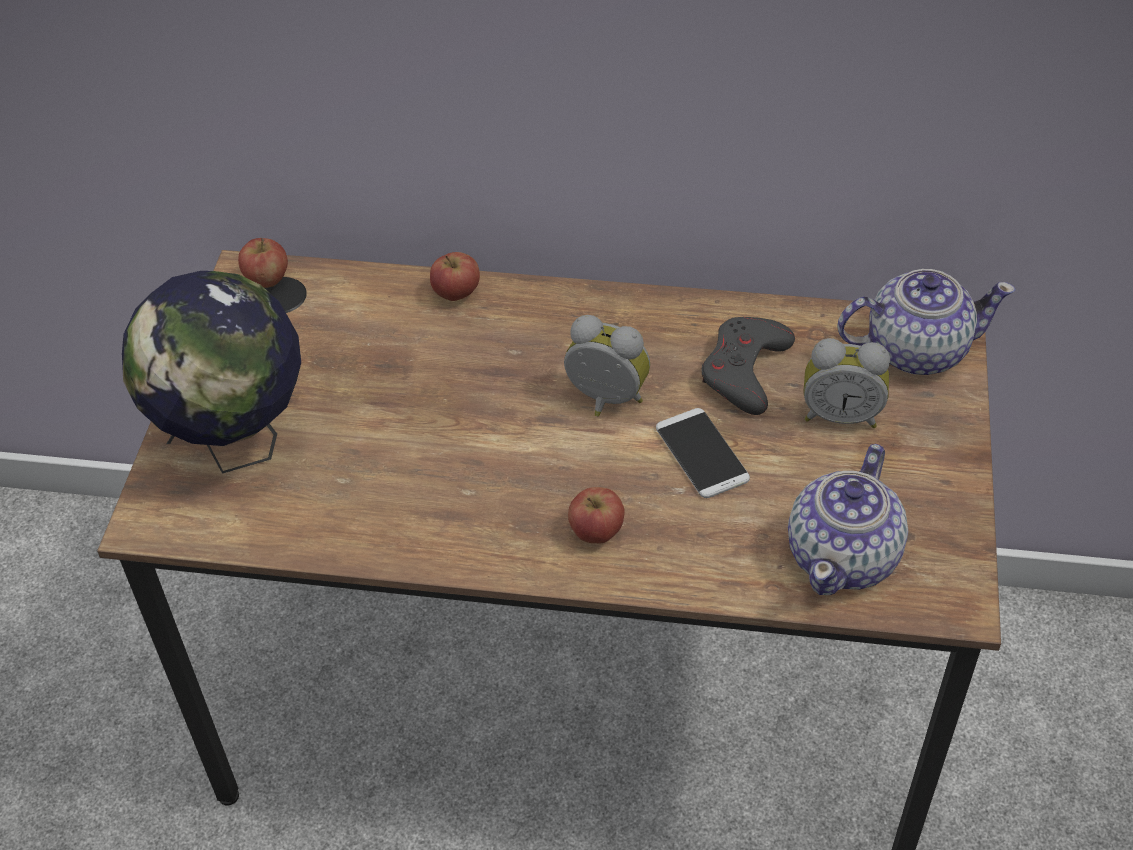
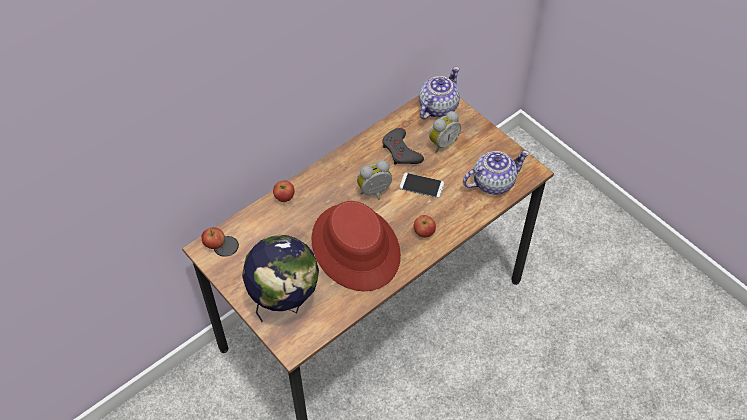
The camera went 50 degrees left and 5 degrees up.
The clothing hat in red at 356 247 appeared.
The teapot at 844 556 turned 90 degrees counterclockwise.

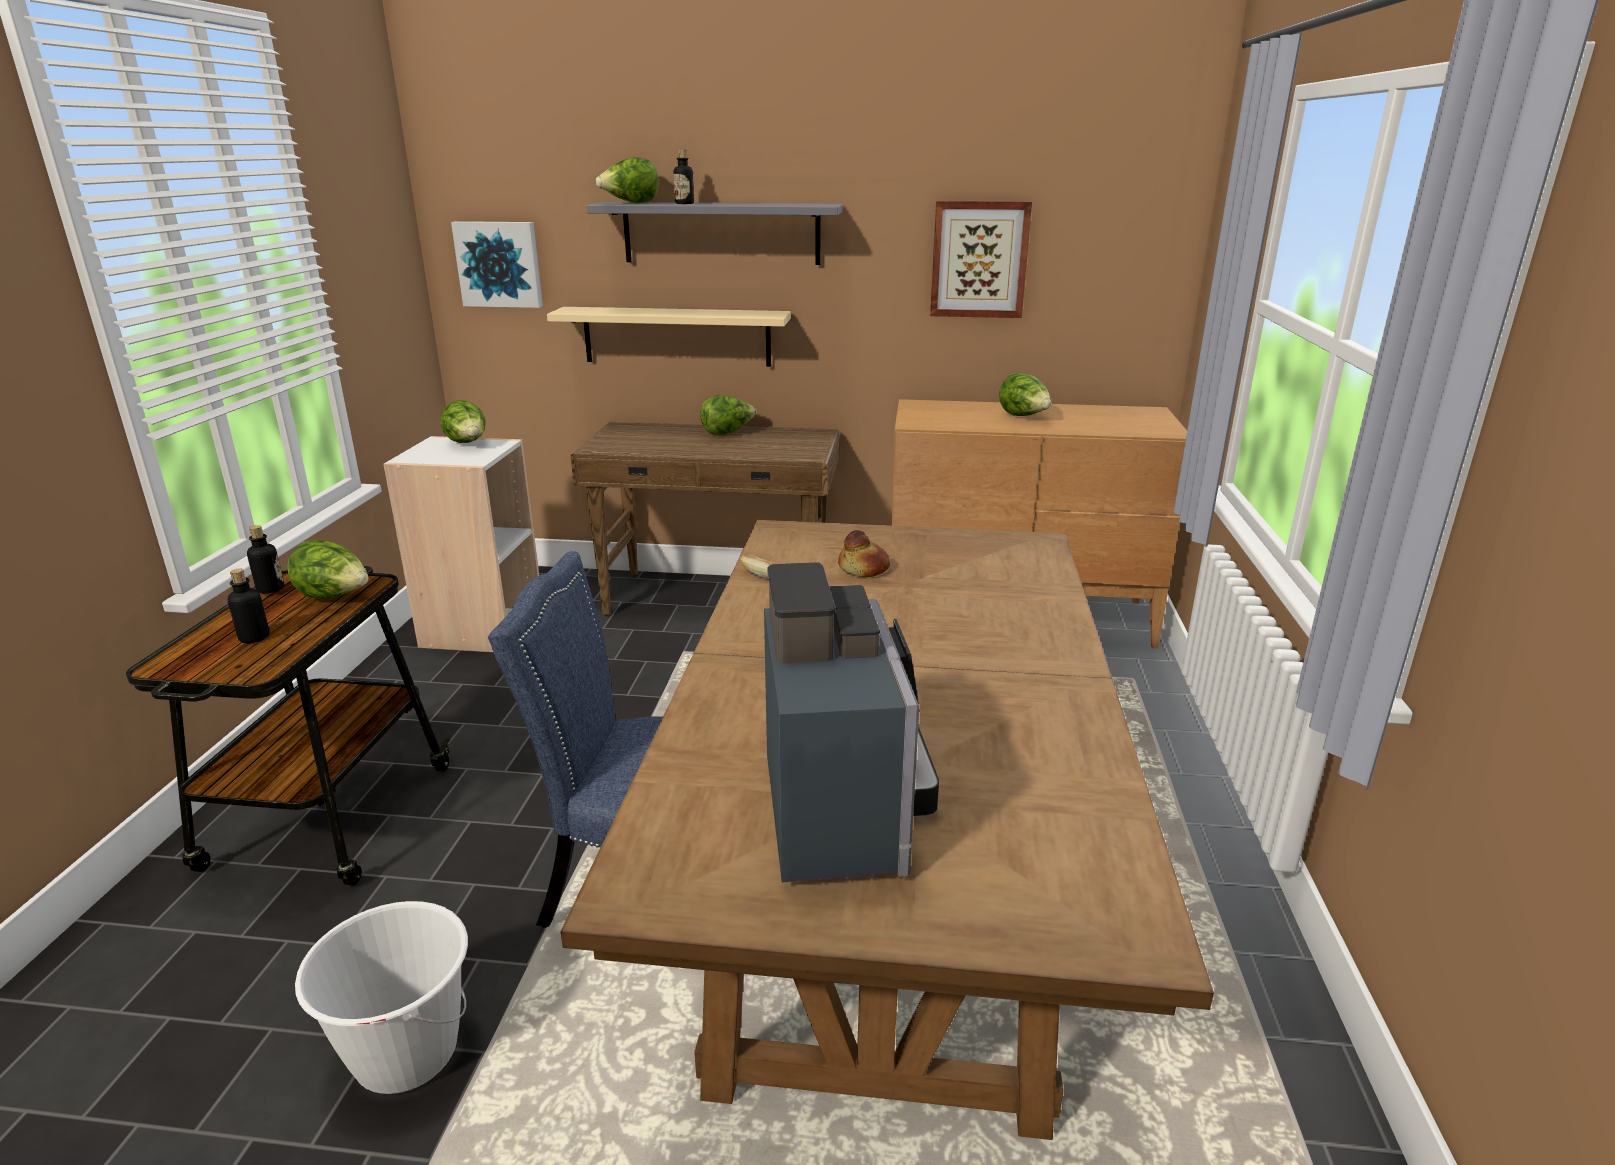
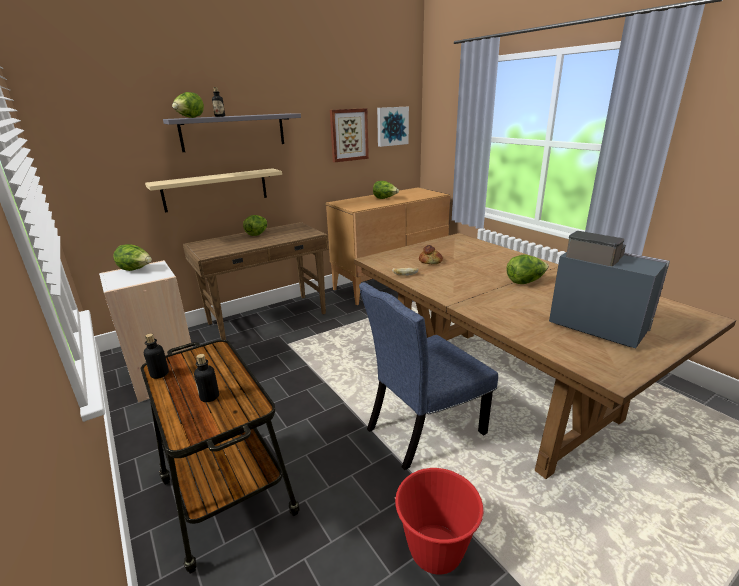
The camera went 40 degrees left and 0 degrees up.
The picture moved from 499 264 to 392 126.
The water bucket in white at 406 1054 became the water bucket in red at 435 550.
The lettuce moved from 335 597 to 525 282.

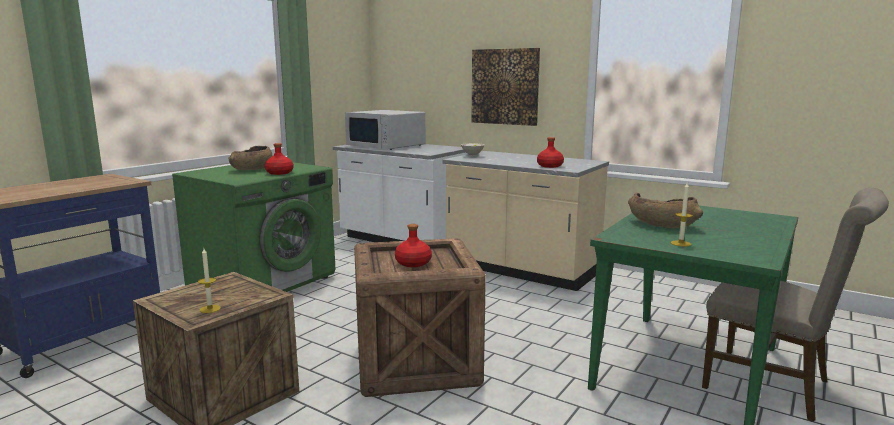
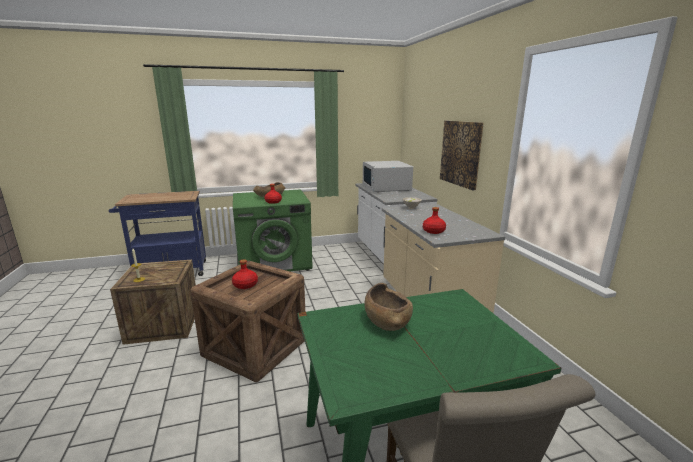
The camera went 40 degrees right and 5 degrees up.
The wax candle at 680 243 disappeared.

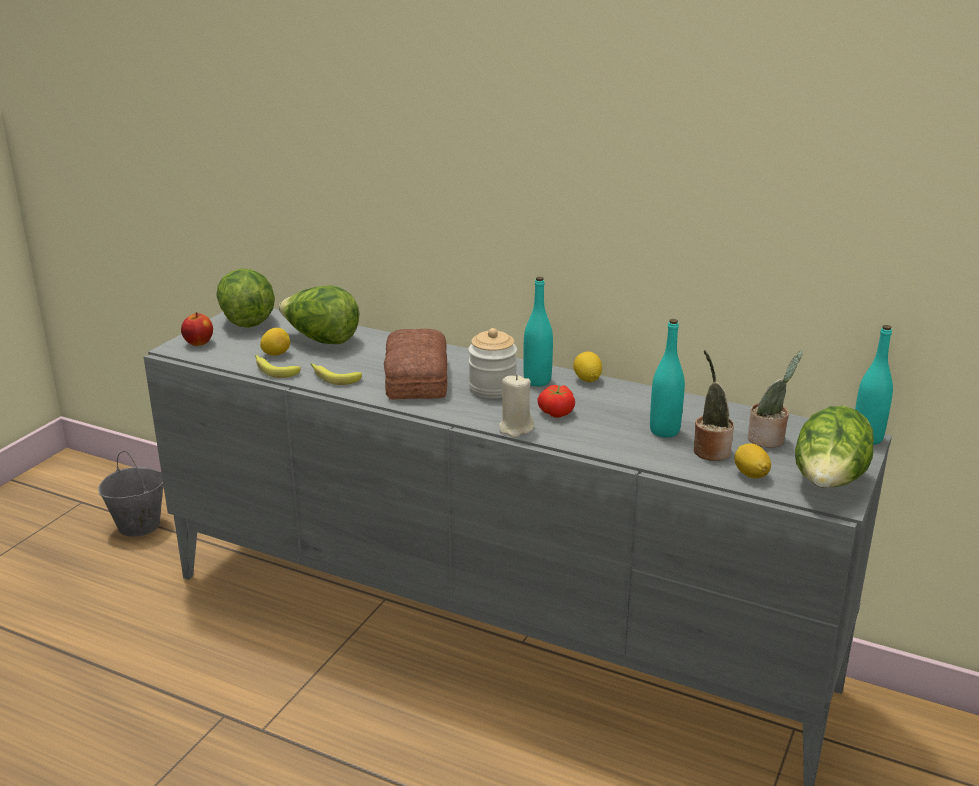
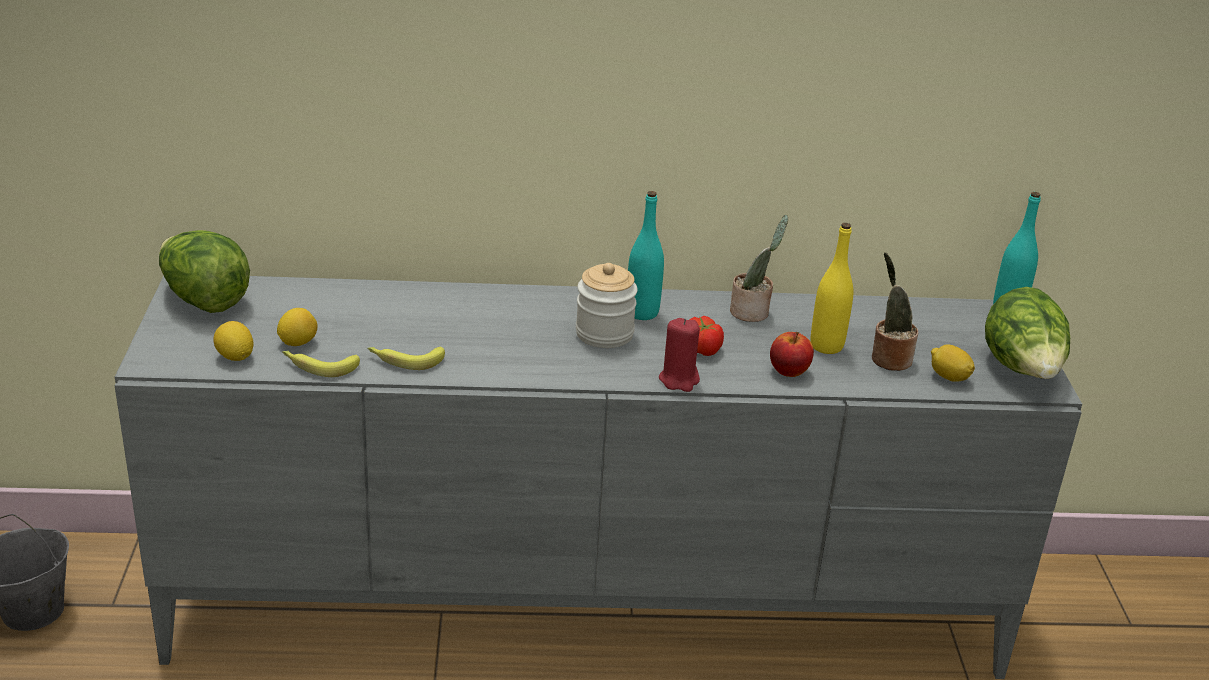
The camera went 30 degrees left and 5 degrees up.
The citrus fruit moved from 587 380 to 235 357.
The wax candle in beige-coloured at 515 428 became the wax candle in red at 679 380.
The houseplant moved from 768 439 to 752 312.
The apple moved from 198 343 to 788 371.
The drink bottle in turquoise at 664 431 became the drink bottle in yellowish at 826 346.
The lettuce at 321 340 disappeared.
The bakery bread at 414 377 disappeared.

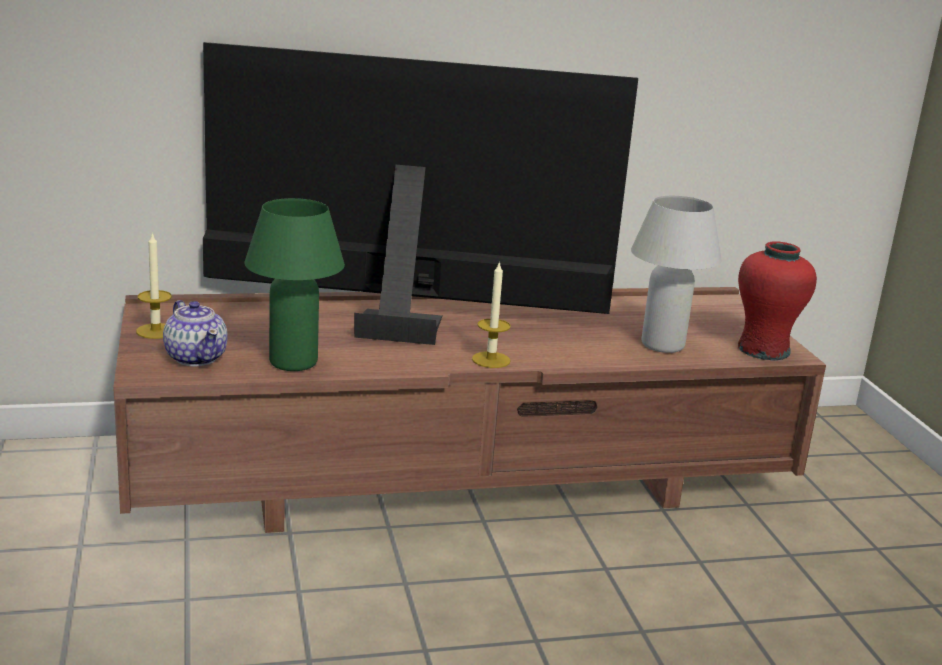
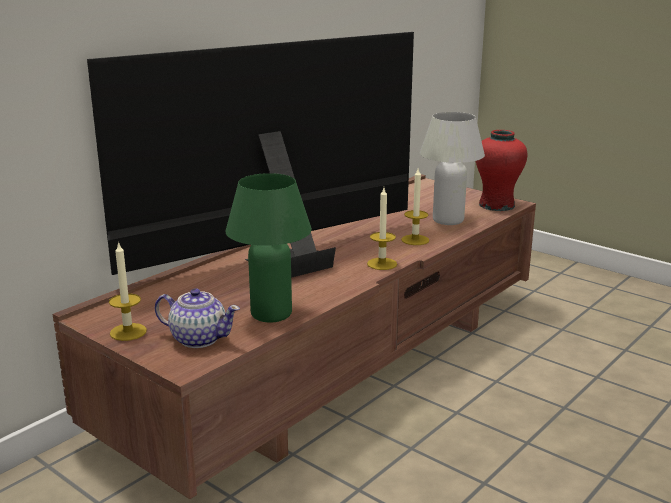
The camera went 35 degrees left and 0 degrees up.
The wax candle at 415 240 appeared.

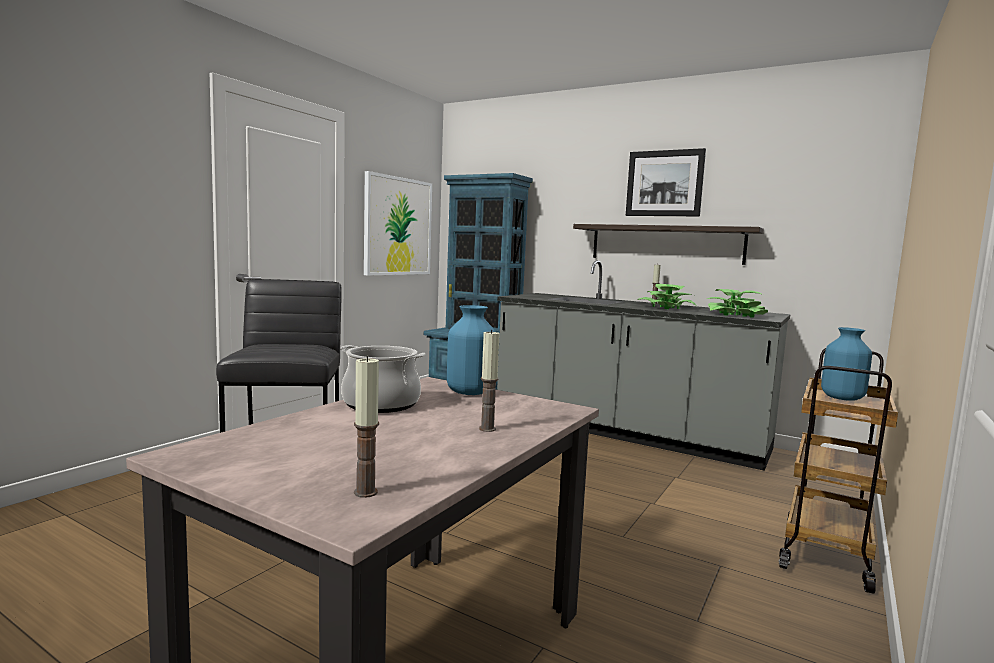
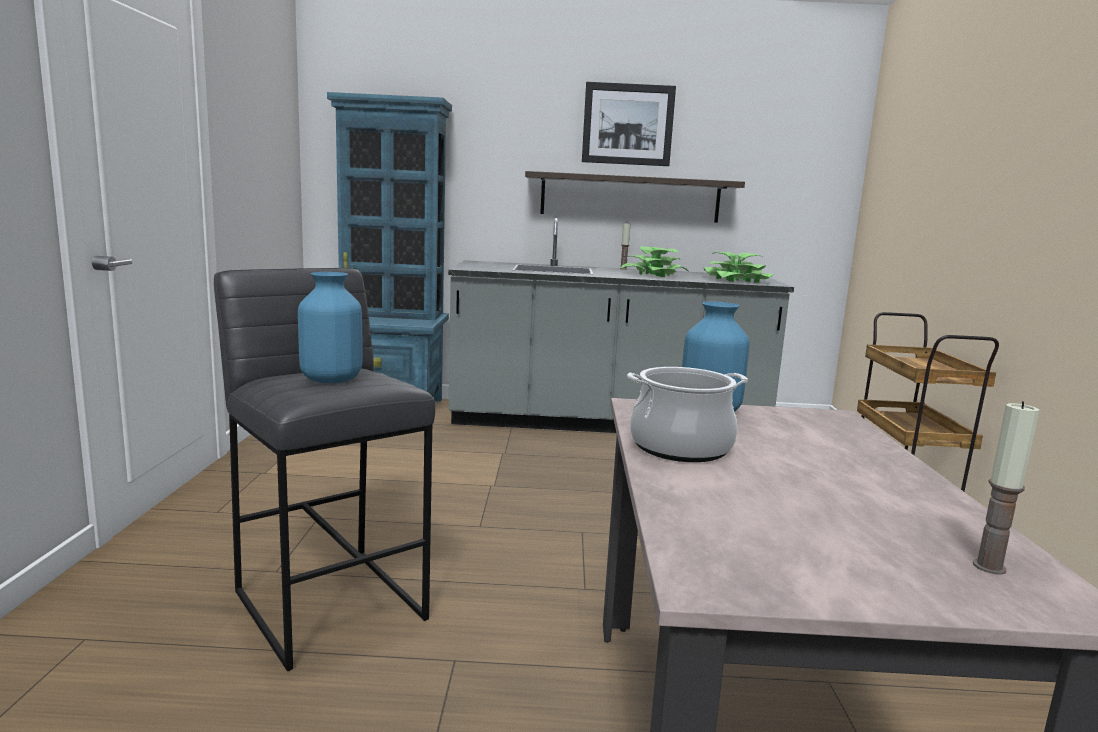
The camera went 30 degrees left and 5 degrees up.
The flower vase in blue moved from 842 398 to 332 379.
The picture at 398 226 disappeared.
The wax candle at 487 429 disappeared.

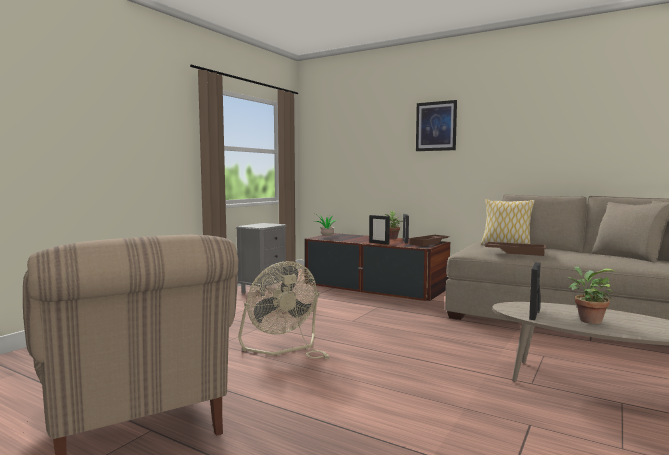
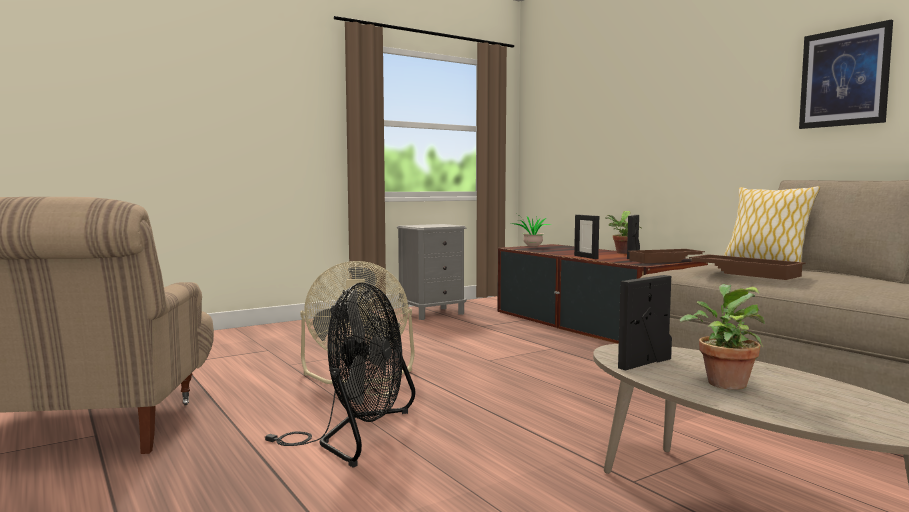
The camera went 25 degrees right and 0 degrees up.
The cooling fan in black-coloured at 353 436 appeared.
The picture moved from 436 126 to 844 77.

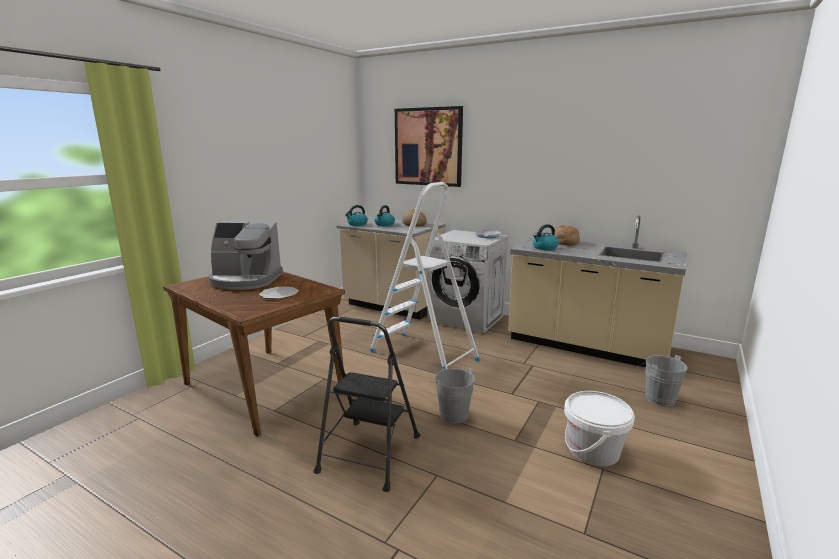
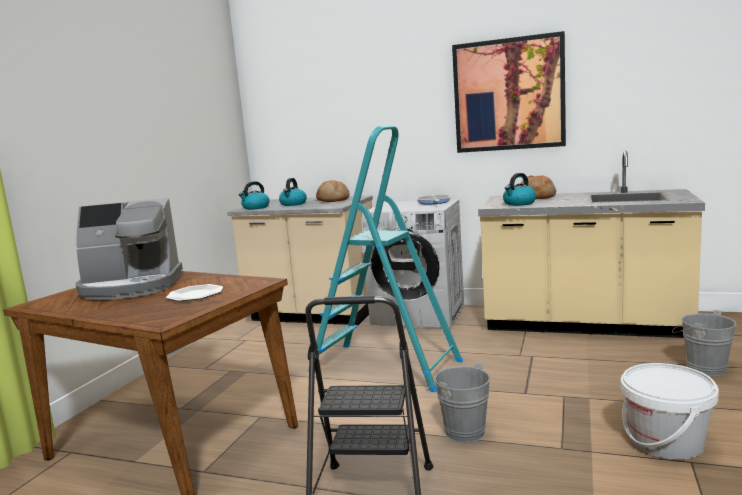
The camera went 10 degrees left and 5 degrees down.
The stepladder in white at 422 355 became the stepladder in turquoise at 384 366.
The picture moved from 428 147 to 508 95.

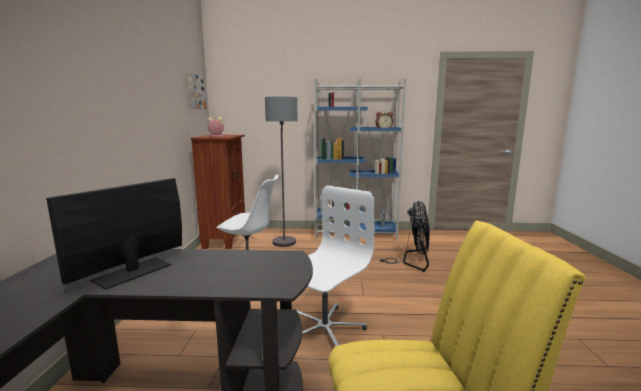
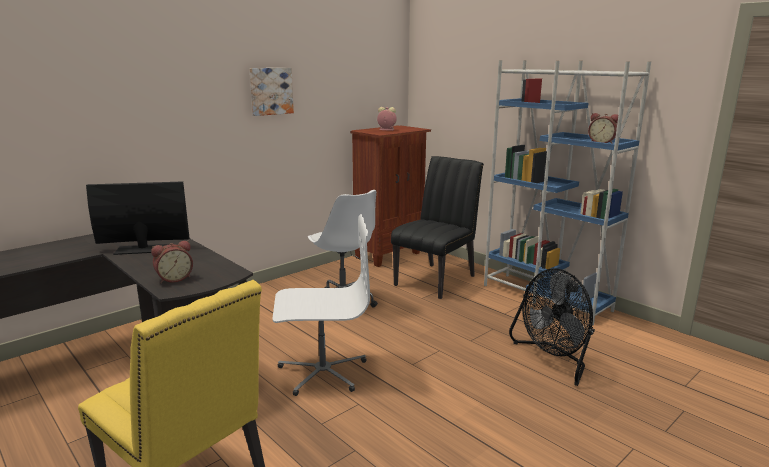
The camera went 45 degrees right and 5 degrees up.
The alarm clock at 174 278 appeared.
The picture moved from 195 91 to 270 91.
The floor lamp in greyish at 284 245 was replaced by the chair in black-coloured at 435 281.
The cooling fan in black-coloured at 412 260 turned 90 degrees clockwise.

